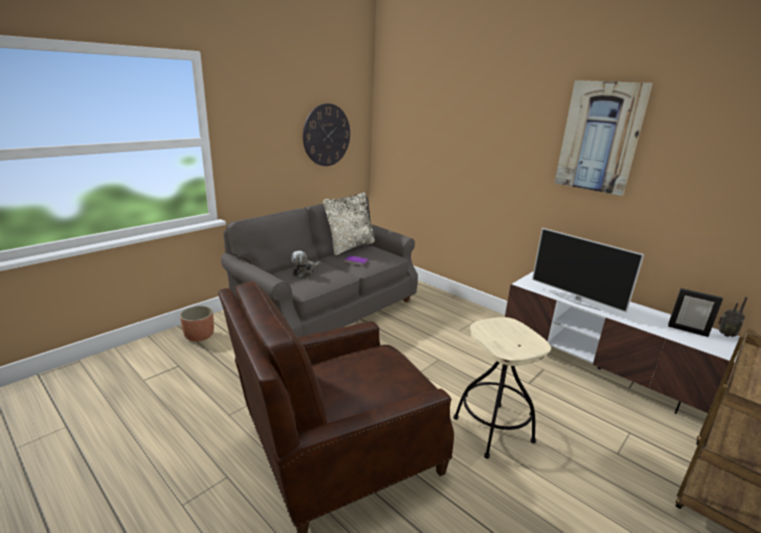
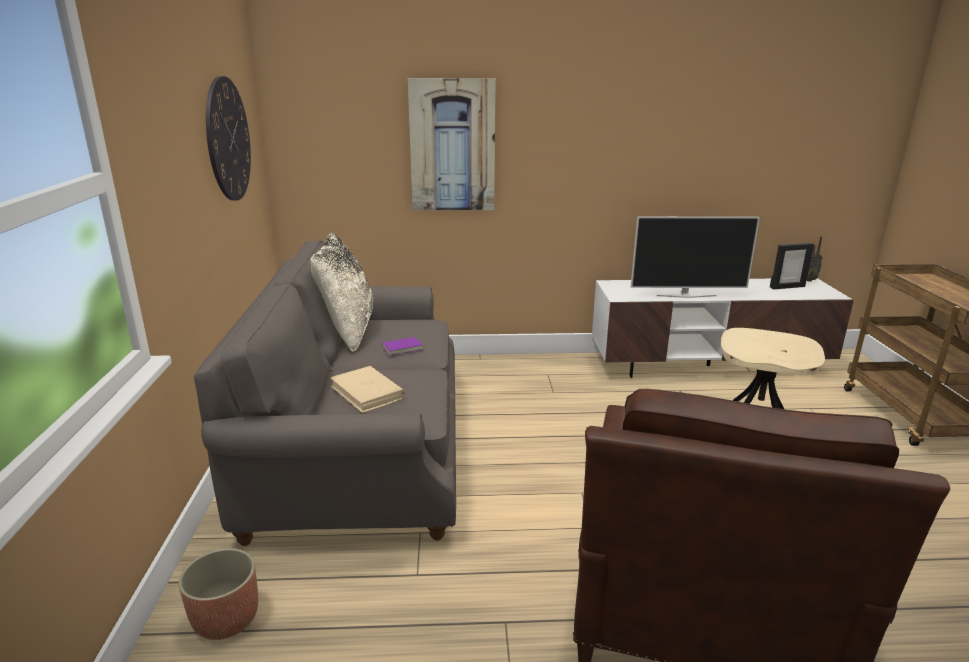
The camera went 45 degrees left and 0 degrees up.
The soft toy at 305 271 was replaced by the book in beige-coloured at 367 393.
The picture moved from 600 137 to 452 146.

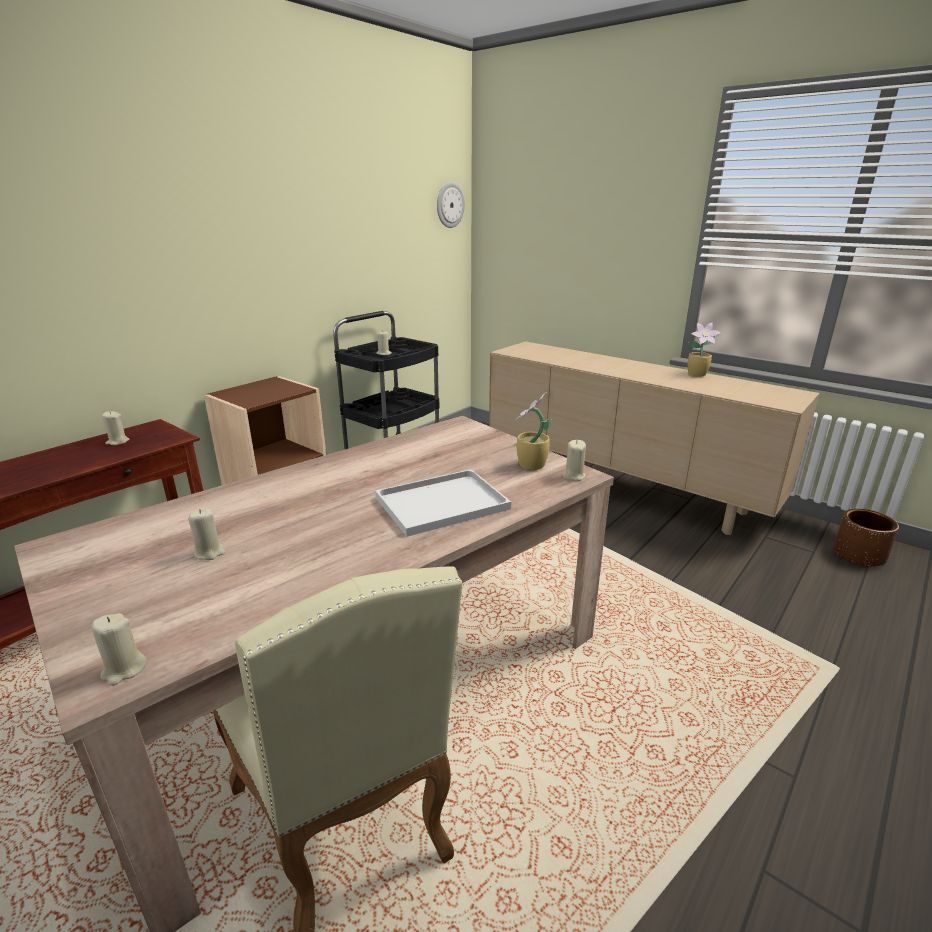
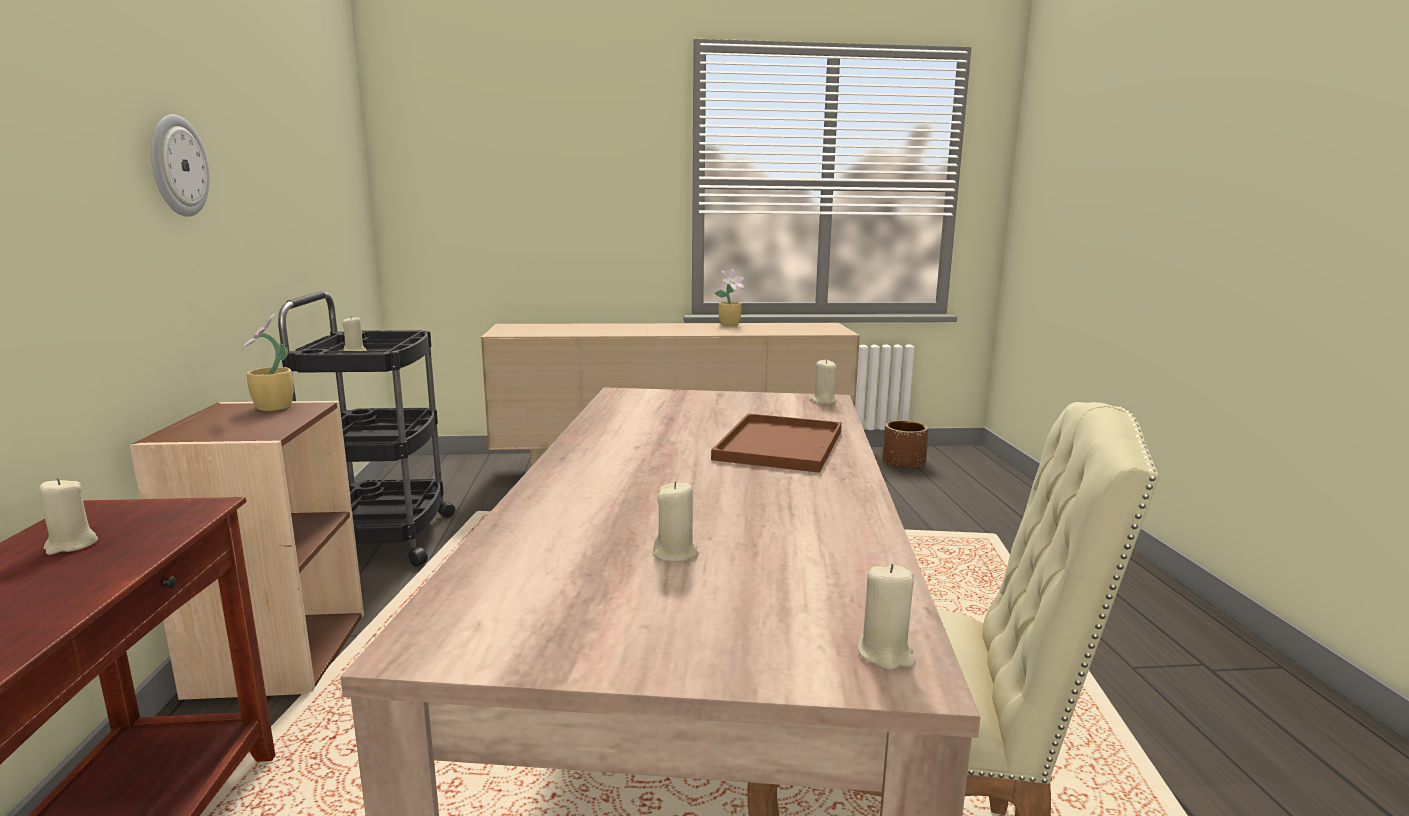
The camera went 45 degrees left and 10 degrees down.
The wall clock moved from 449 205 to 177 166.
The houseplant moved from 530 466 to 273 408.
The carrying tray in white at 443 502 became the carrying tray in brownish at 779 444.

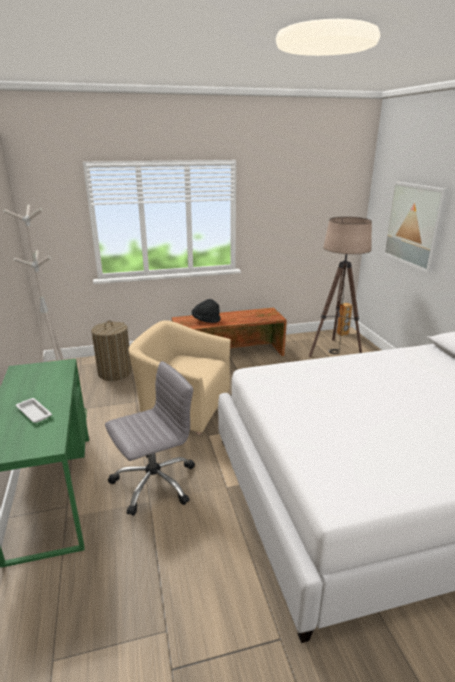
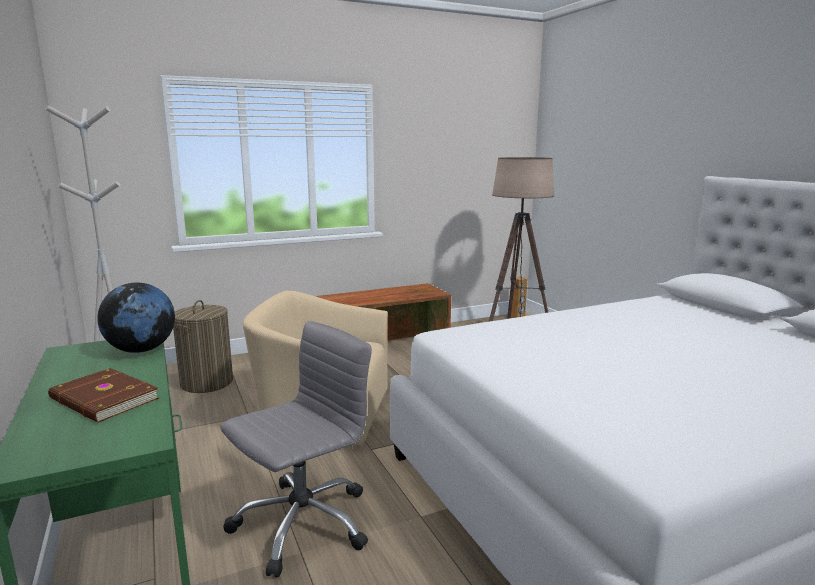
The camera went 10 degrees left and 10 degrees down.
The carrying tray in white at 33 412 was replaced by the book in brownish at 103 400.
The desk globe at 141 350 appeared.
The clothing hat in black-coloured at 206 320 disappeared.
The picture at 413 225 disappeared.

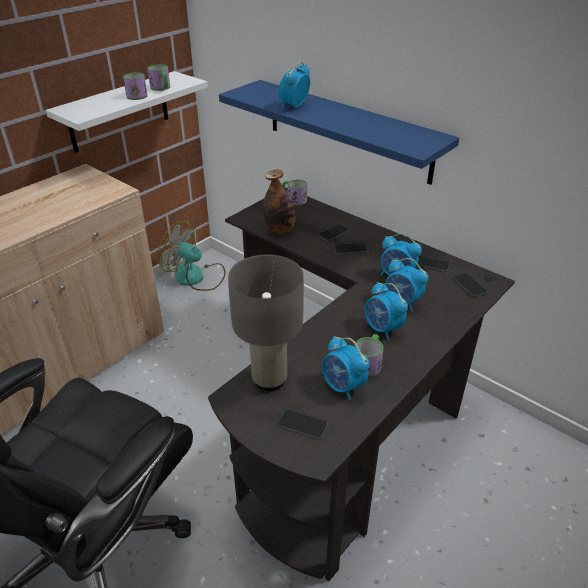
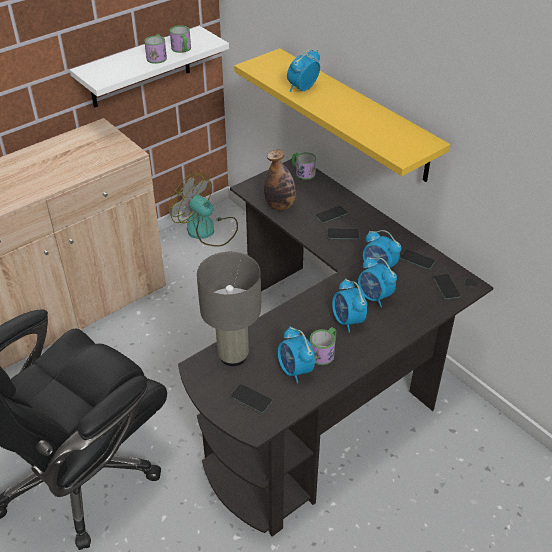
The camera went 10 degrees right and 5 degrees up.
The bracket shelf in blue at 347 130 became the bracket shelf in yellowish at 355 114.

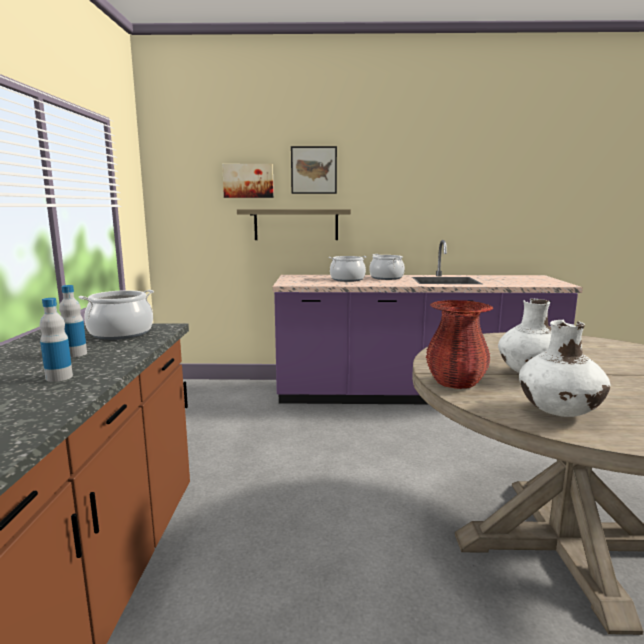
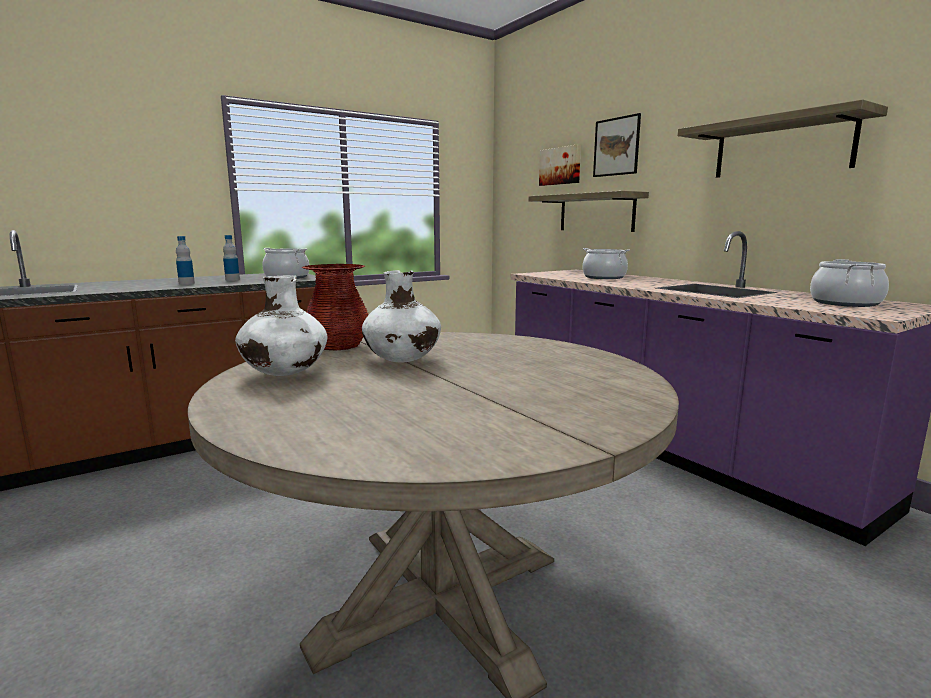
The camera went 55 degrees right and 0 degrees up.
The bracket shelf at 782 147 appeared.
The cooking pot moved from 386 278 to 845 303.

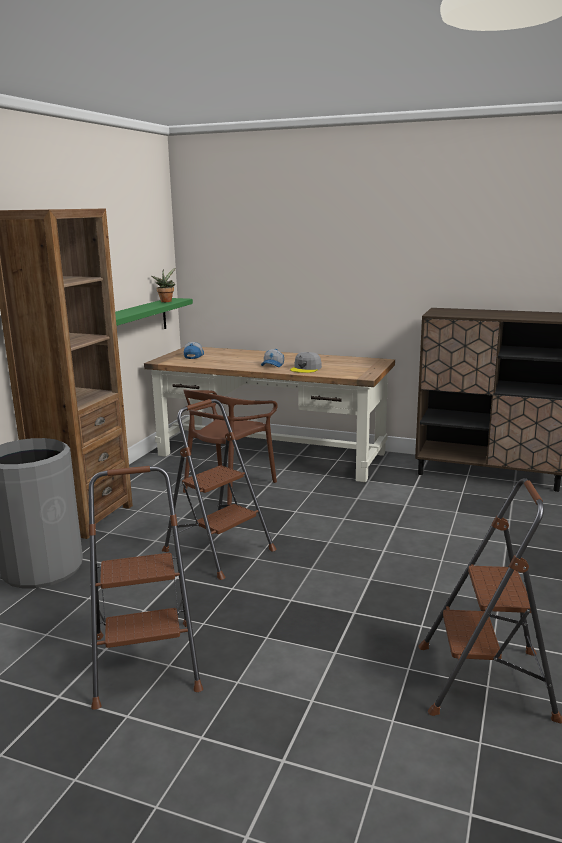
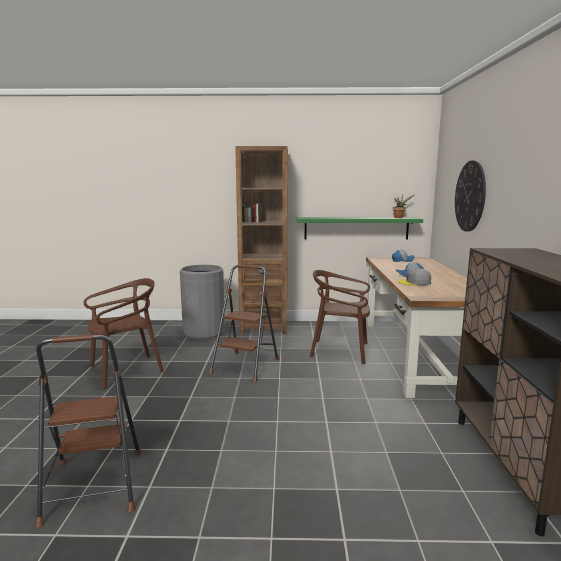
The camera went 70 degrees right and 5 degrees down.
The stepladder in brownish at 146 658 was replaced by the chair in brownish at 126 370.
The wall clock at 470 196 appeared.

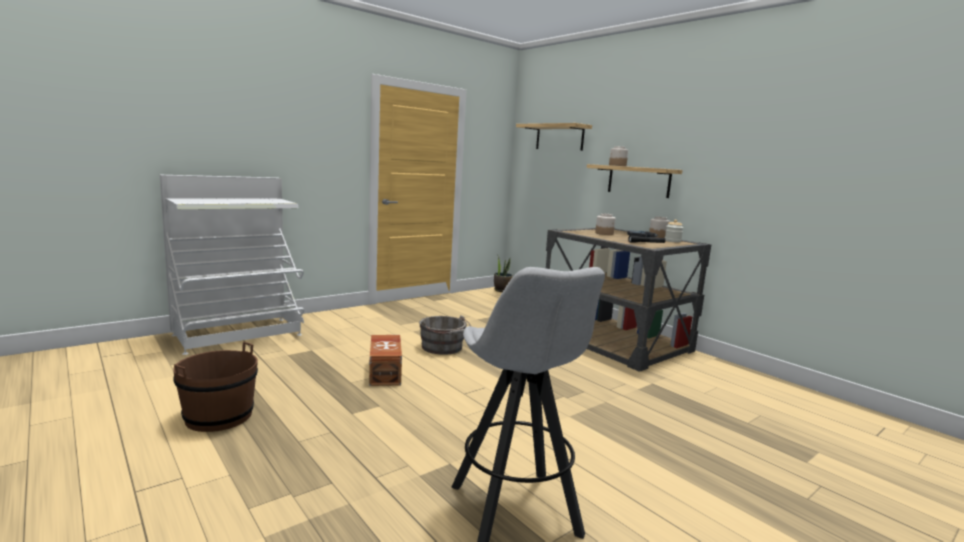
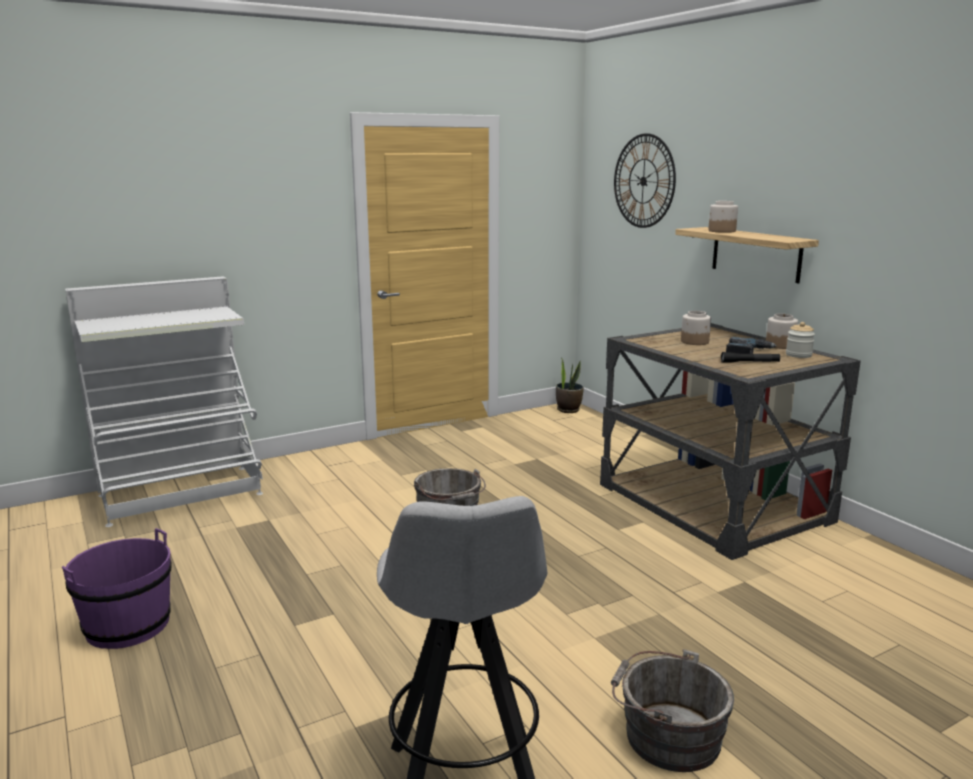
The camera went 10 degrees right and 5 degrees up.
The water bucket in brownish at 218 416 became the water bucket in purple at 127 625.
The water bucket in greyish at 666 735 appeared.
The bracket shelf at 559 137 was replaced by the wall clock at 643 181.
The storage box in brownish at 386 372 disappeared.

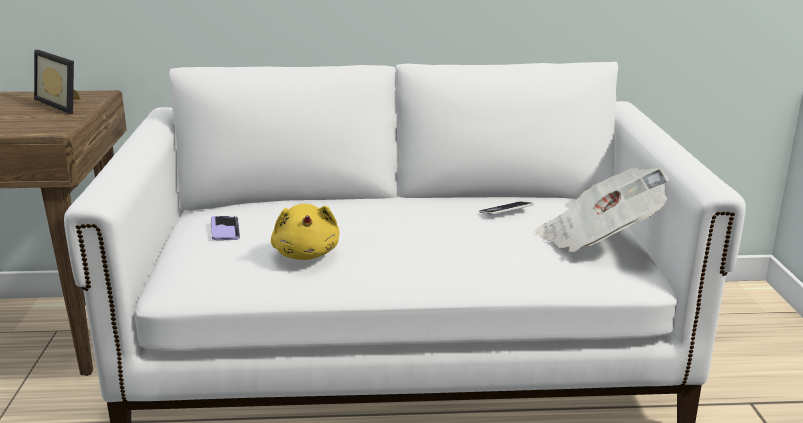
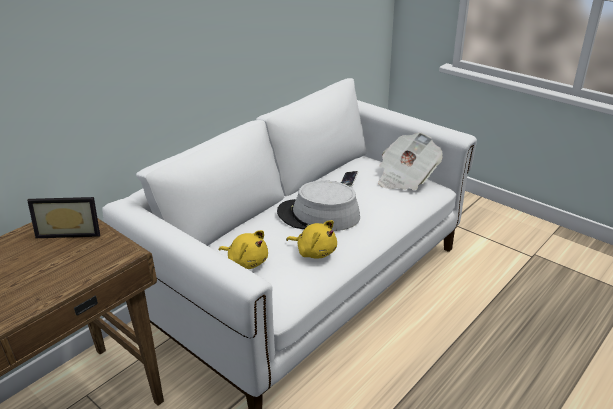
The camera went 45 degrees left and 10 degrees up.
The phone at 225 230 was replaced by the soft toy in yellowish at 246 262.
The clothing hat in greyish at 318 216 appeared.

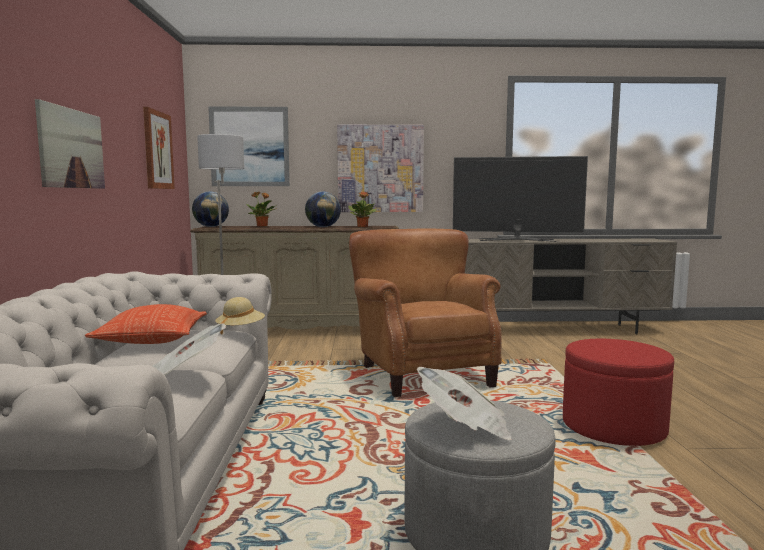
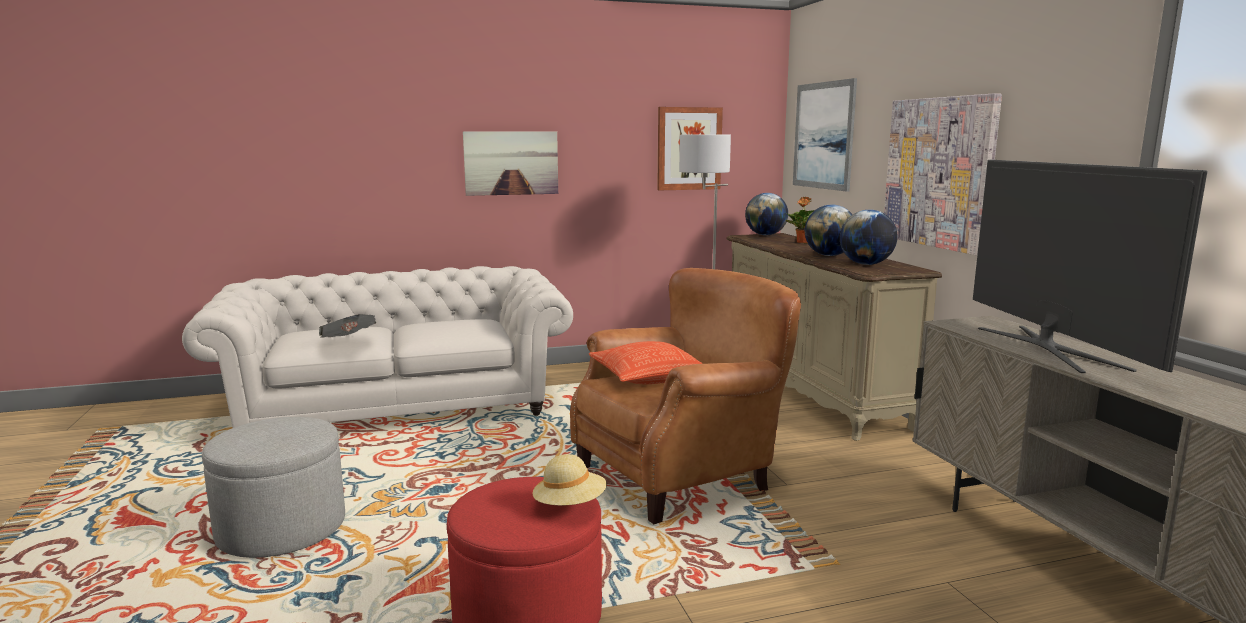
The camera went 75 degrees right and 5 degrees up.
The clothing hat in beige-coloured moved from 240 330 to 570 505.
The pillow in orange-coloured moved from 152 340 to 648 378.
The houseplant at 362 226 was replaced by the desk globe at 866 264.
The newspaper at 465 427 disappeared.

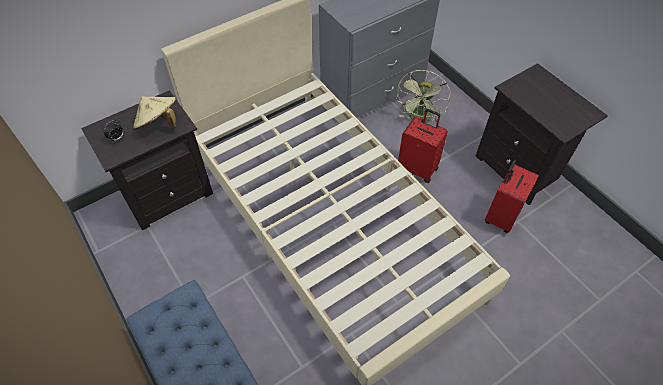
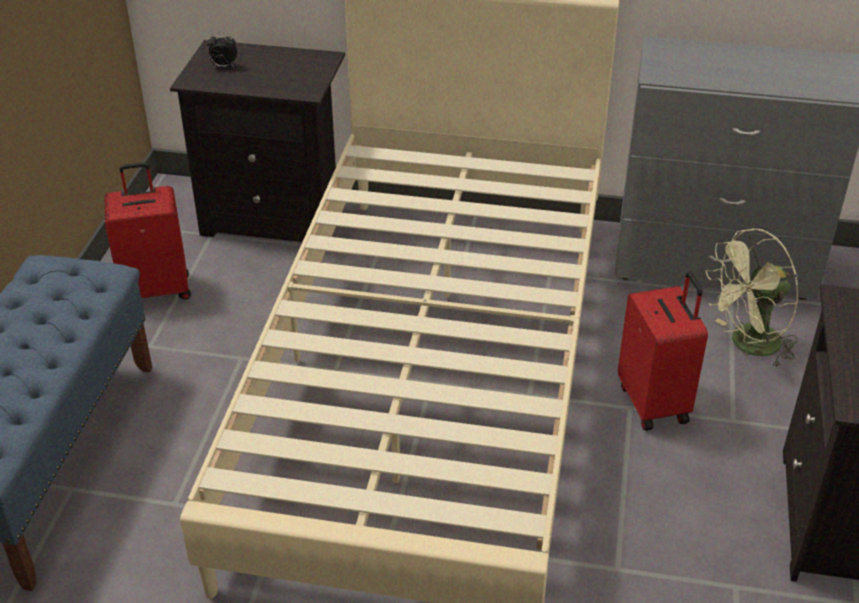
The camera went 45 degrees right and 15 degrees down.
The suitcase in red moved from 500 216 to 157 289.
The clothing hat in beige-coloured at 159 124 disappeared.

